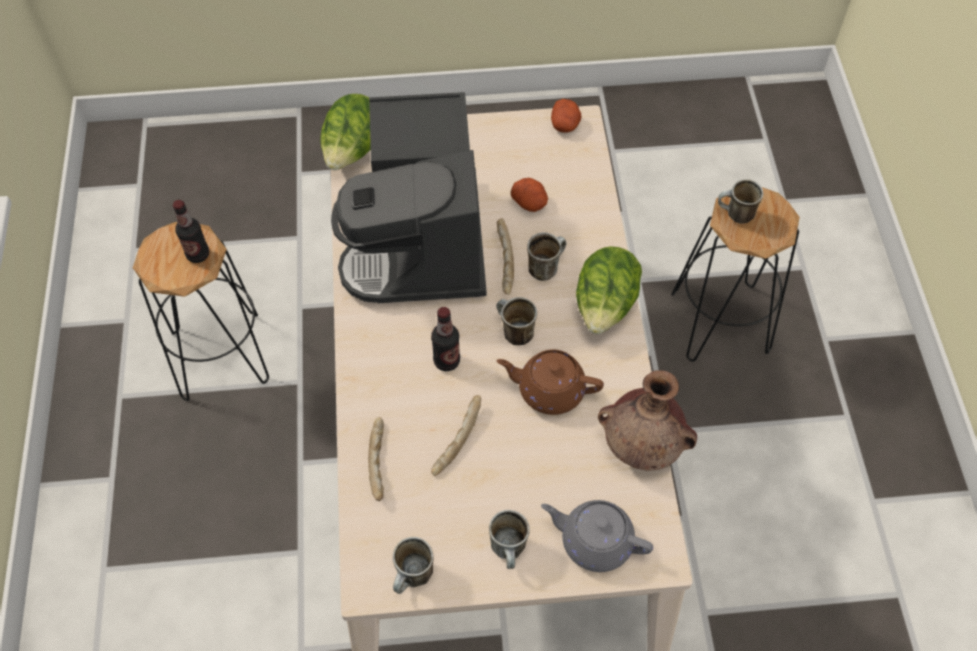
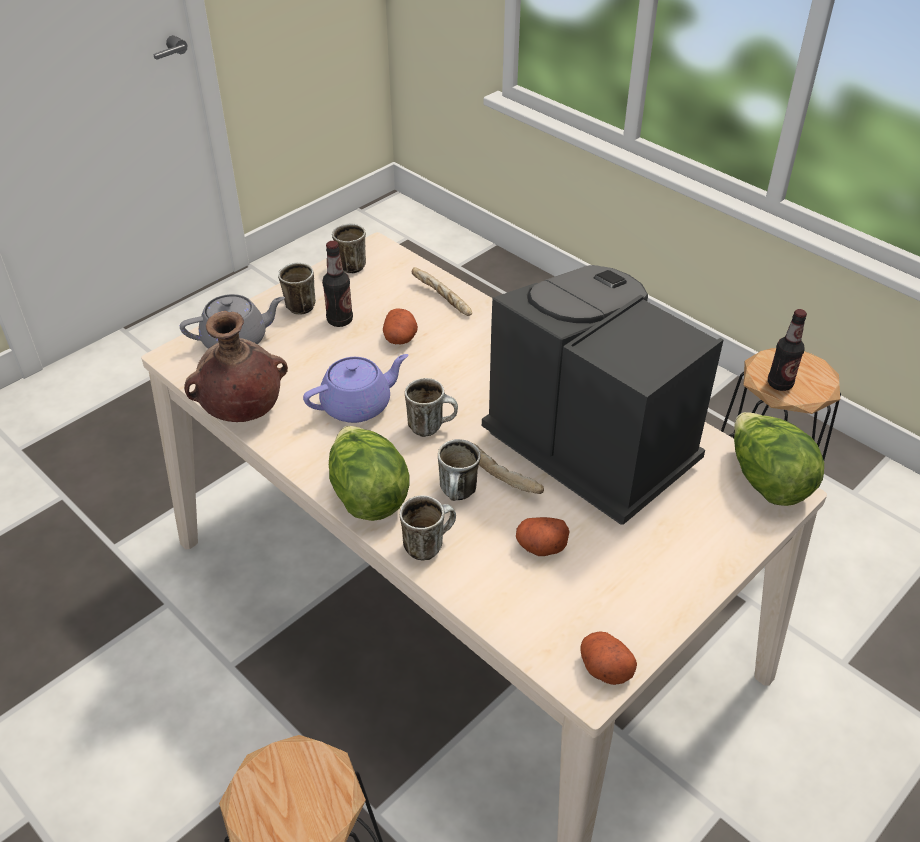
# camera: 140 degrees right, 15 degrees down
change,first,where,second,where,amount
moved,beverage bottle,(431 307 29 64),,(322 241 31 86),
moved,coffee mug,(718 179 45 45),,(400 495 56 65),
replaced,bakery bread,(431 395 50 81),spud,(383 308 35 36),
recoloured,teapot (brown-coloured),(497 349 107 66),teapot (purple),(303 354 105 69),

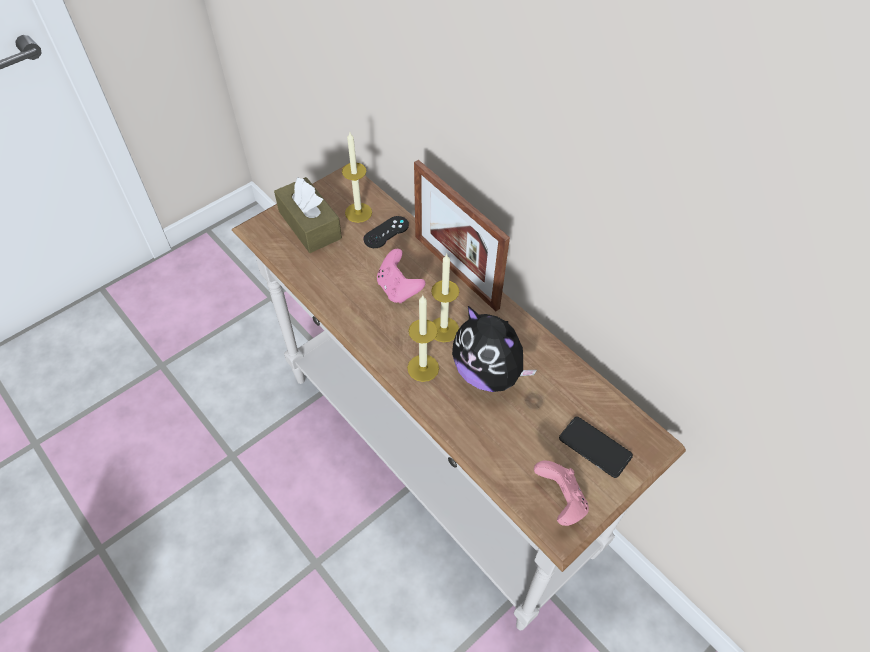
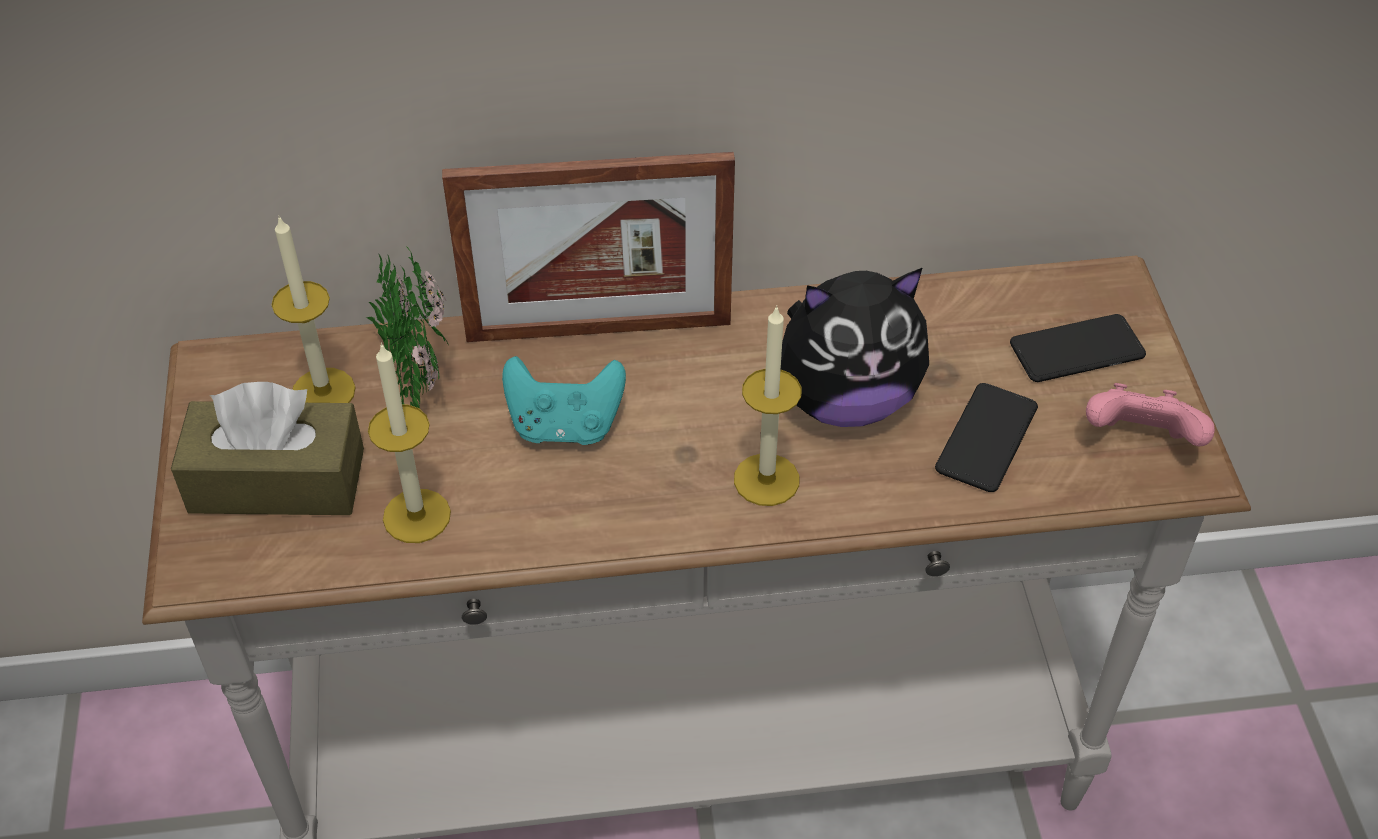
# camera: 55 degrees left, 5 degrees down
change,first,where,second,where,amount
added,,,phone,(935 383 103 109),
moved,wax light,(431 254 28 88),,(368 342 83 201),
replaced,joypad (black-coloured),(363 216 46 32),houseplant,(366 247 82 162),
recoloured,joypad (pink-coloured),(377 249 49 54),joypad (blue-green),(502 356 124 89),

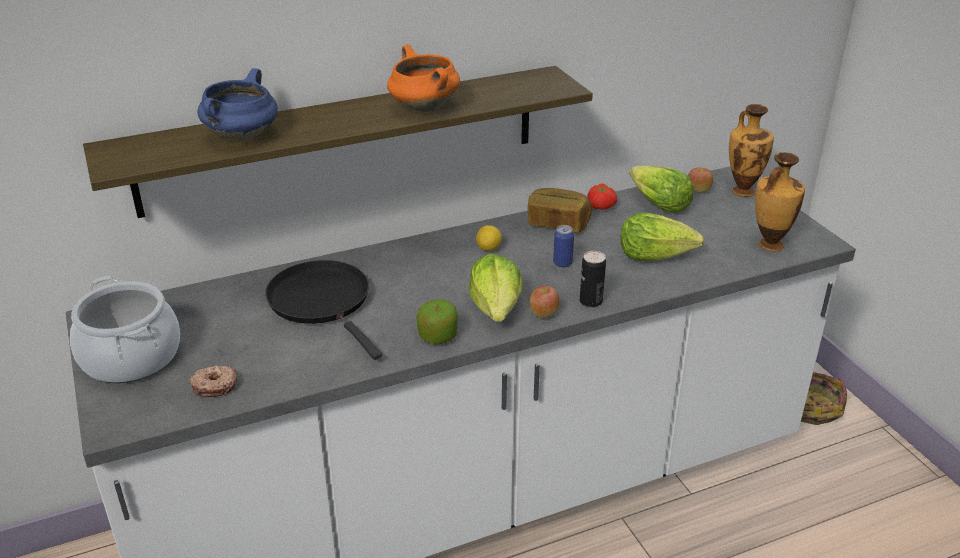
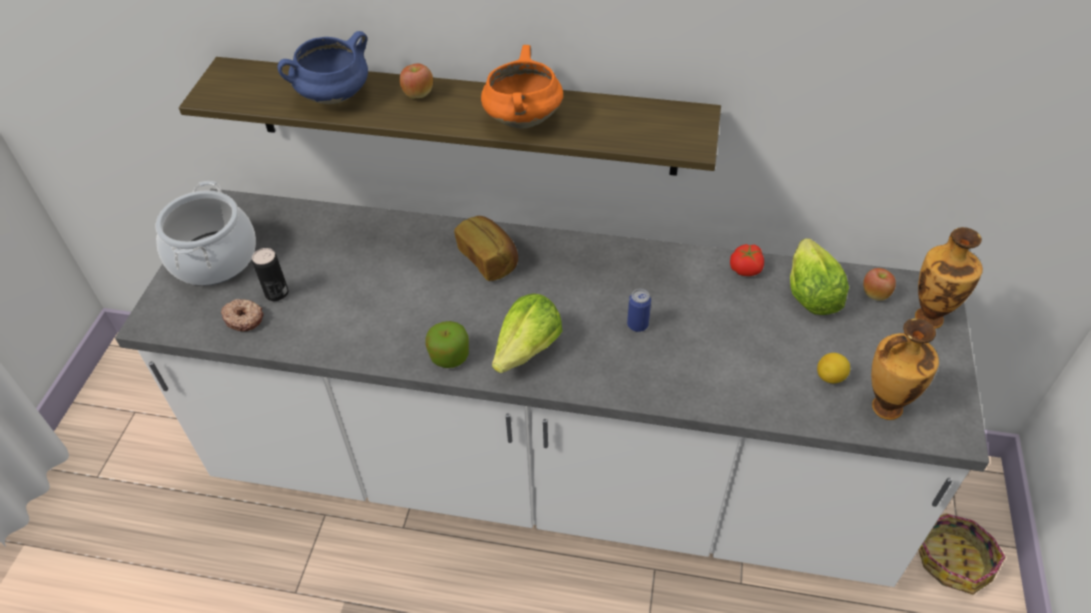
# camera: 35 degrees right, 15 degrees up
change,first,where,second,where,amount
removed,pan (black-coloured),(265 260 117 100),,,
removed,lettuce,(621 212 83 49),,,
moved,lemon,(476 225 26 26),,(817 353 33 30),
moved,bakery bread,(528 188 64 45),,(454 216 64 65),
moved,apple fruit,(530 286 29 32),,(399 63 34 35),
moved,metal can,(580 251 26 56),,(252 248 36 53),

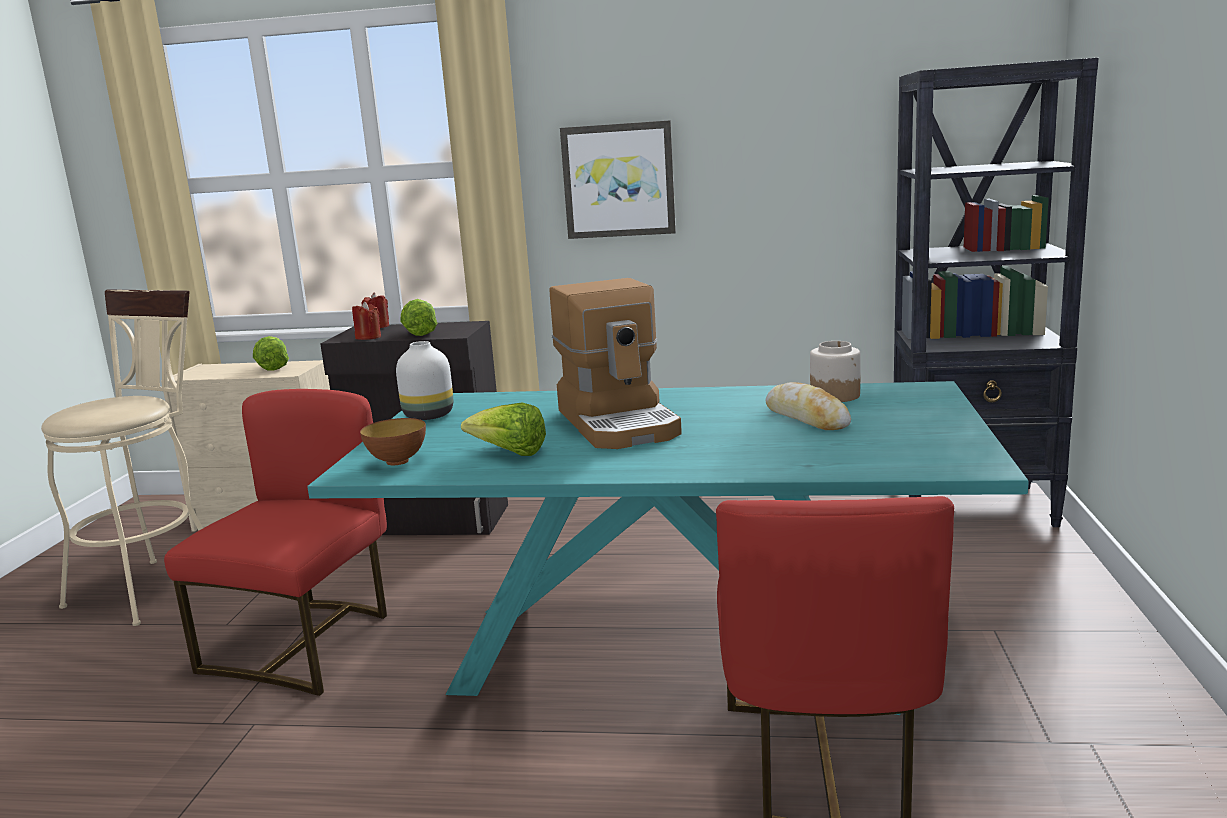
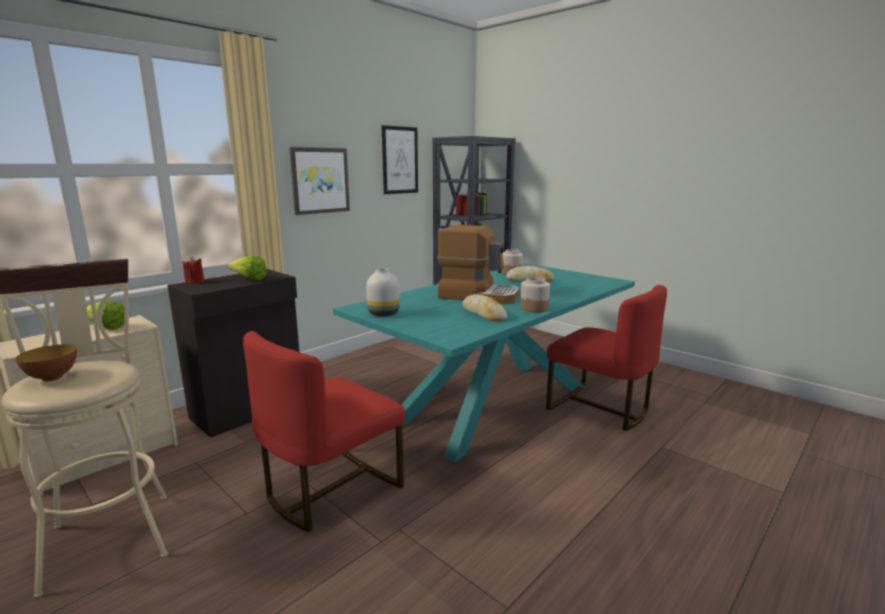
# camera: 55 degrees left, 0 degrees up
change,first,where,second,where,amount
removed,wax light (reddish),(352 301 29 39),,,
added,,,picture,(382 125 36 69),
added,,,storage jar,(520 277 30 36),
moved,serving bowl,(360 418 66 47),,(16 345 61 37),
replaced,lettuce,(461 402 85 54),bakery bread,(463 294 44 28),
turned,upright chair (reddish),(164 389 223 307),,(243 331 162 201),105 degrees counterclockwise

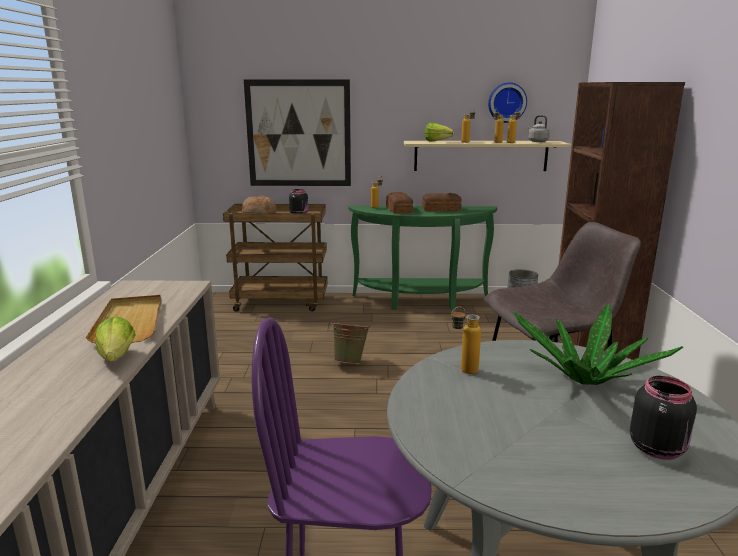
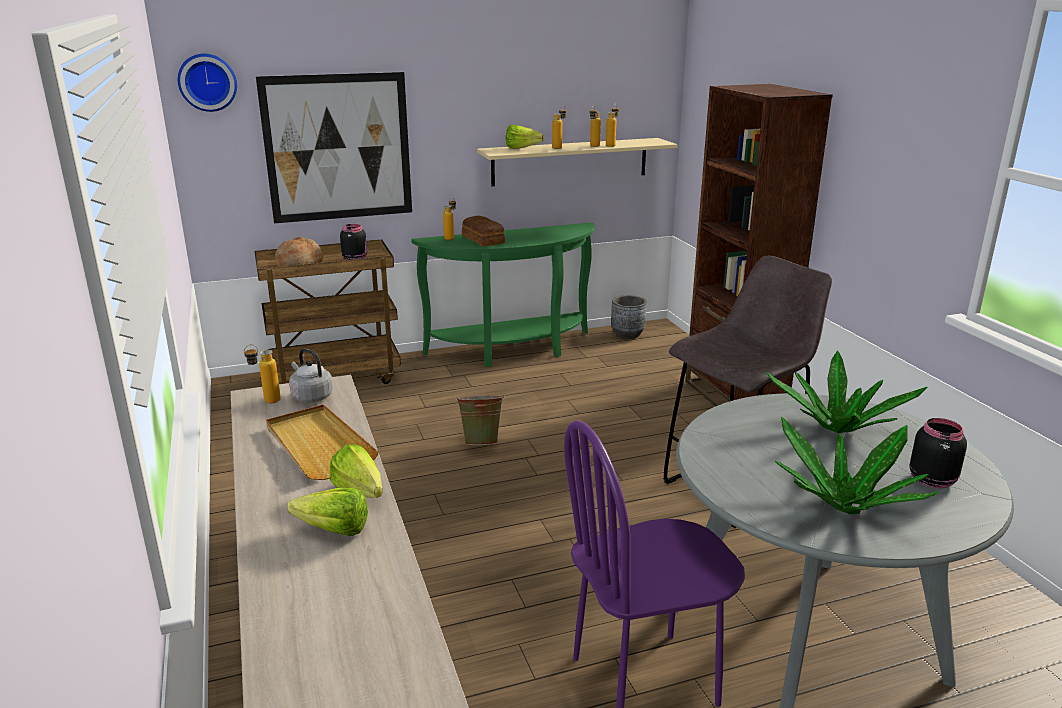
# camera: 20 degrees left, 5 degrees up
change,first,where,second,where,amount
removed,bakery bread,(422 193 40 19),,,
added,,,lettuce,(287 488 81 48),
added,,,houseplant,(775 417 164 97),
moved,beverage bottle,(451 307 30 67),,(244 344 37 59),
moved,hanging clock,(488 82 39 41),,(178 54 59 58),
moved,water kettle (greyish),(528 115 22 27),,(289 348 44 55),

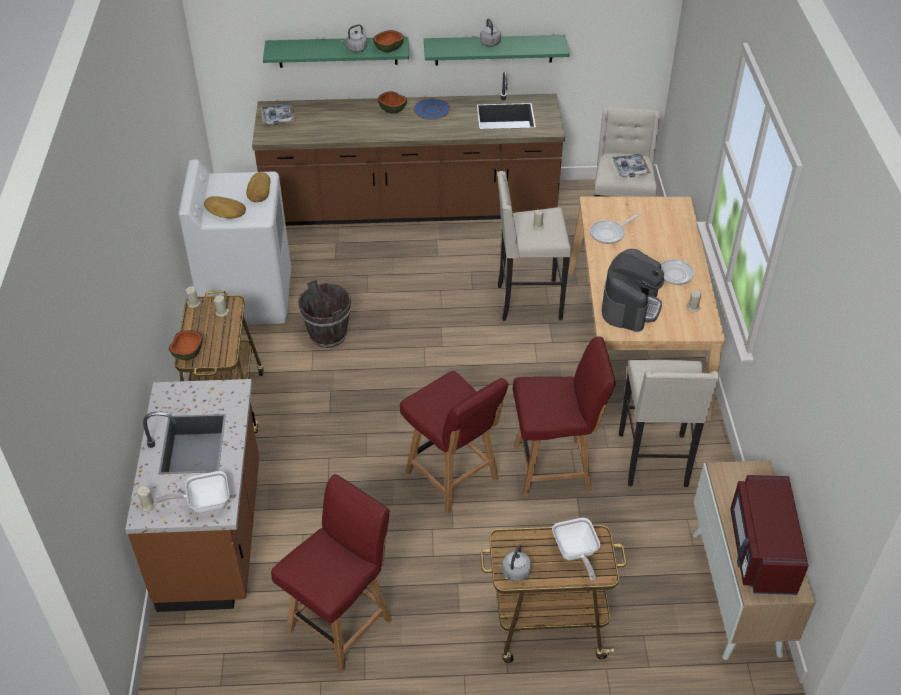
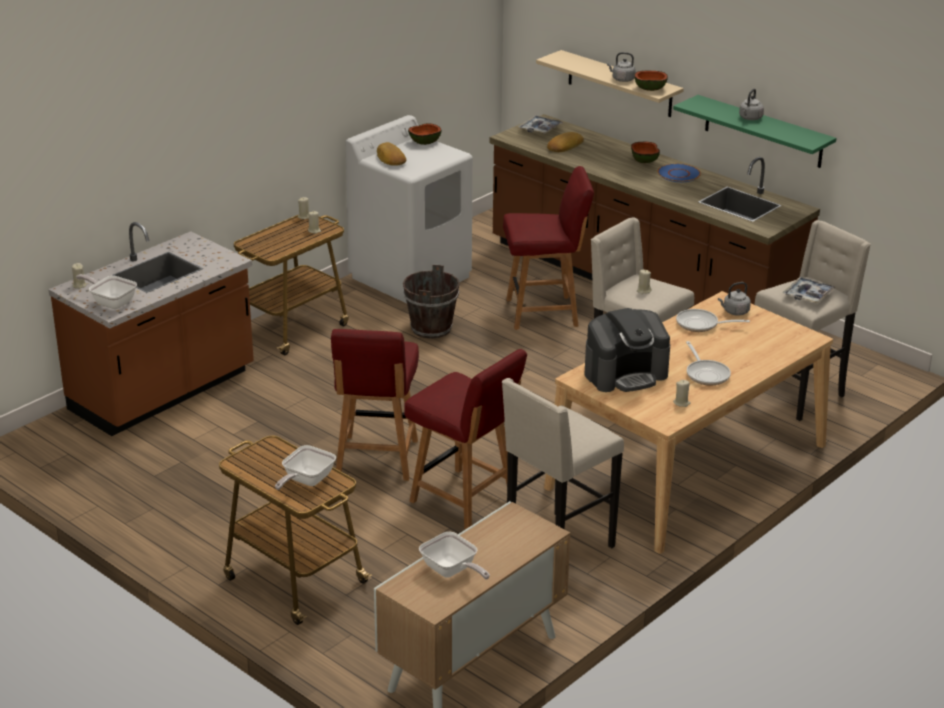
# camera: 45 degrees right, 15 degrees down
change,first,where,second,where,amount
moved,serving bowl,(169 330 33 30),,(408 123 34 22),
moved,bakery bread,(246 172 24 30),,(547 132 37 20),
moved,upright chair (reddish),(271 474 121 199),,(503 166 91 164),
moved,water kettle (greyish),(502 545 30 36),,(718 282 33 34),
replaced,microwave oven (reddish),(730 475 79 120),pan,(419 532 71 47),
recoloured,bracket shelf (green),(263 37 146 31),bracket shelf (beige),(536 50 148 67),

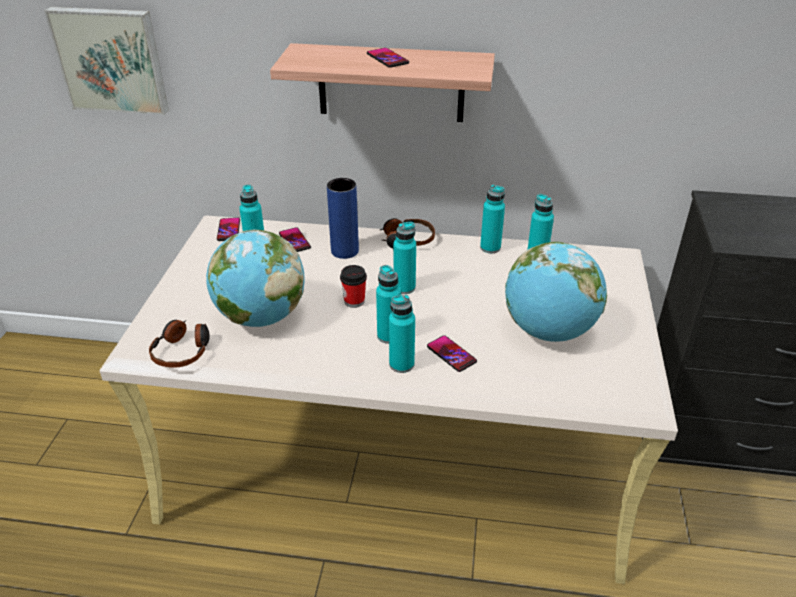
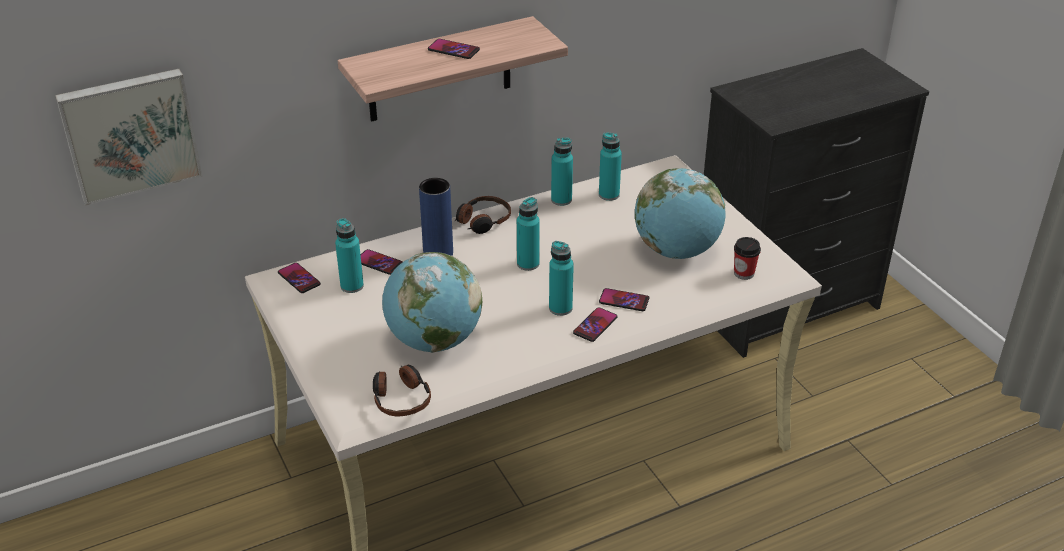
# camera: 35 degrees left, 0 degrees up
change,first,where,second,where,amount
moved,drinking cup,(340 265 27 43),,(734 237 27 43),
replaced,beverage bottle (blue-green),(389 295 26 78),phone,(573 307 44 35),

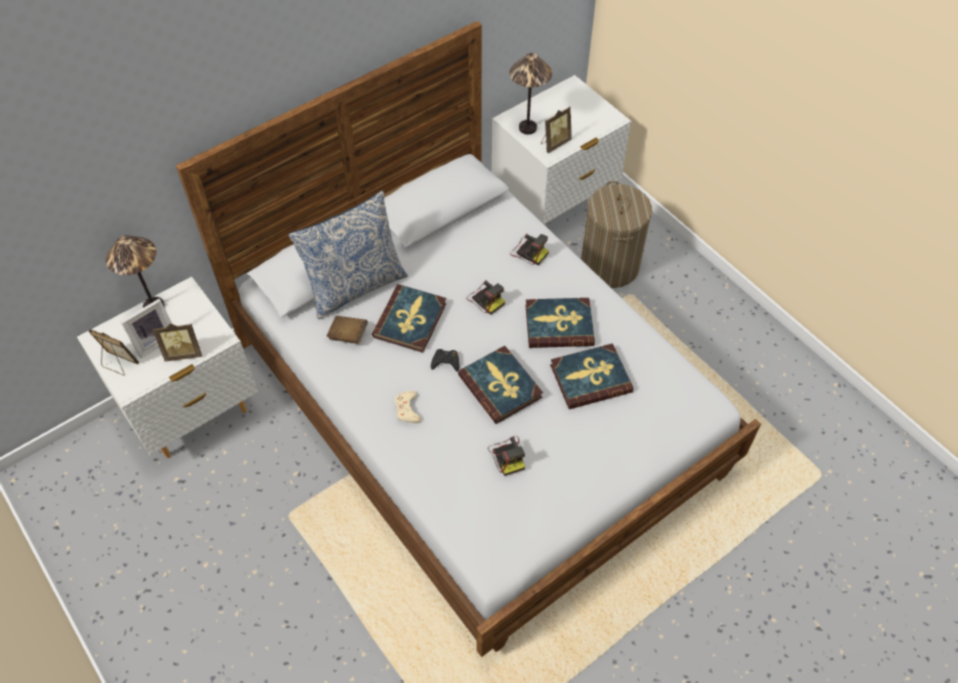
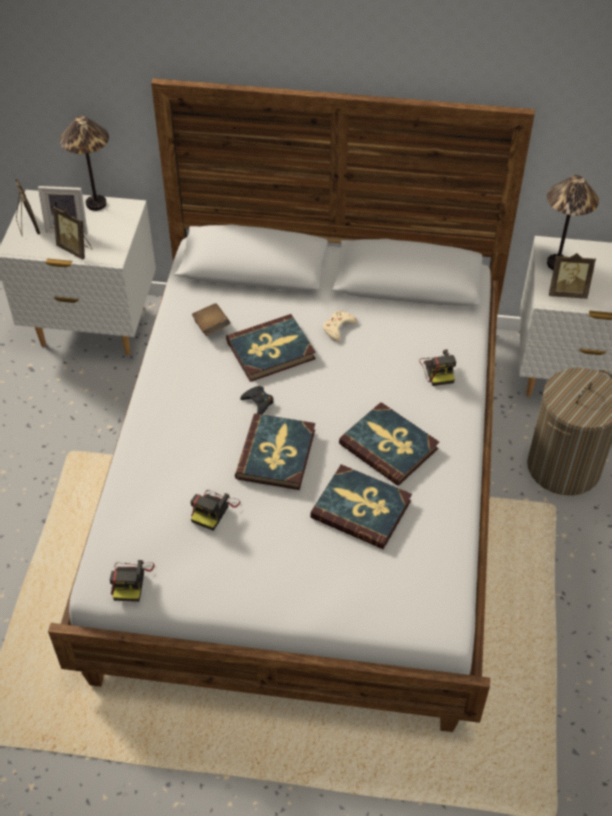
# camera: 45 degrees right, 5 degrees down
change,first,where,second,where,amount
removed,cushion,(288 190 120 129),,,
moved,joypad (beige),(395 391 26 32),,(323 311 34 31),
moved,still camera,(466 280 39 35),,(110 560 44 42),

